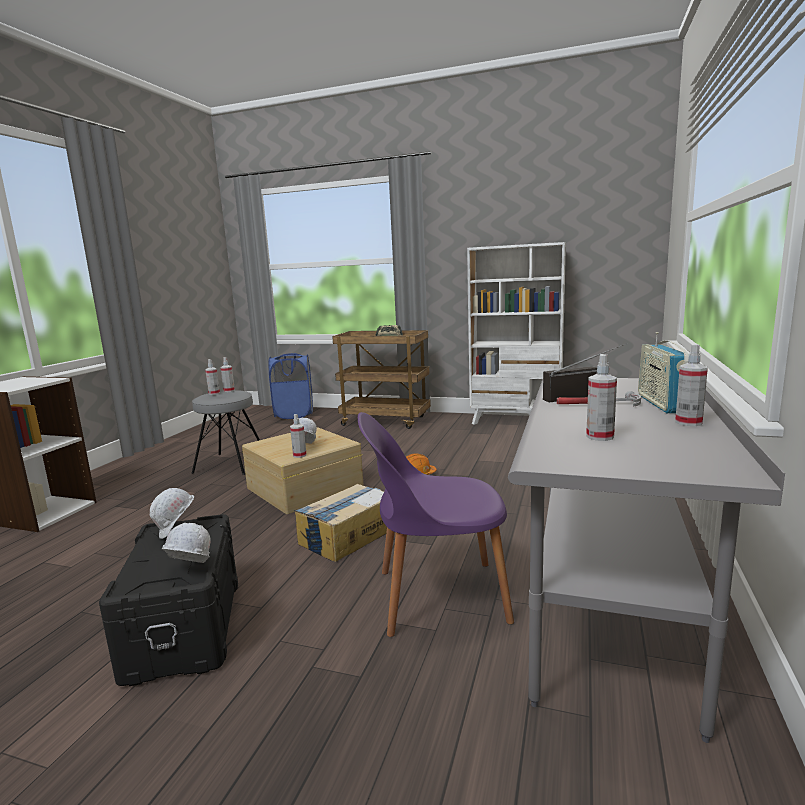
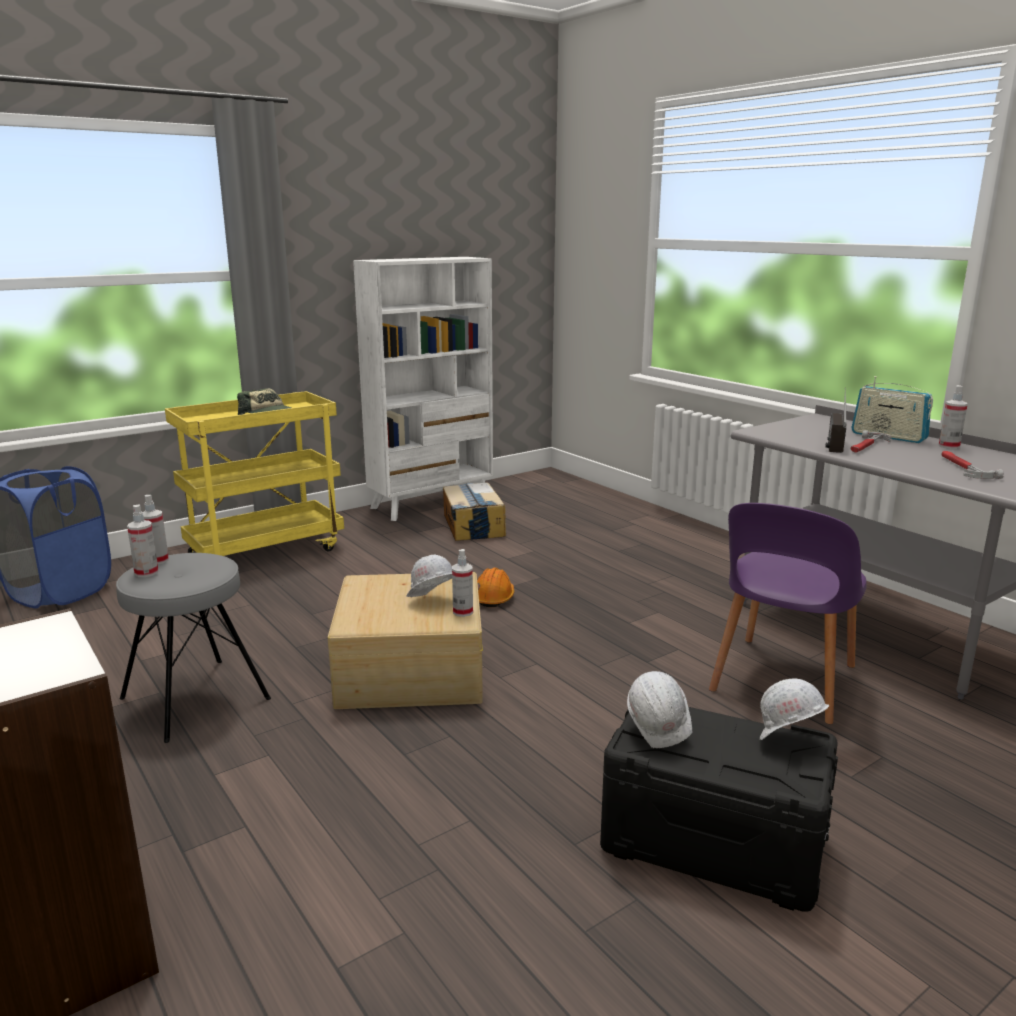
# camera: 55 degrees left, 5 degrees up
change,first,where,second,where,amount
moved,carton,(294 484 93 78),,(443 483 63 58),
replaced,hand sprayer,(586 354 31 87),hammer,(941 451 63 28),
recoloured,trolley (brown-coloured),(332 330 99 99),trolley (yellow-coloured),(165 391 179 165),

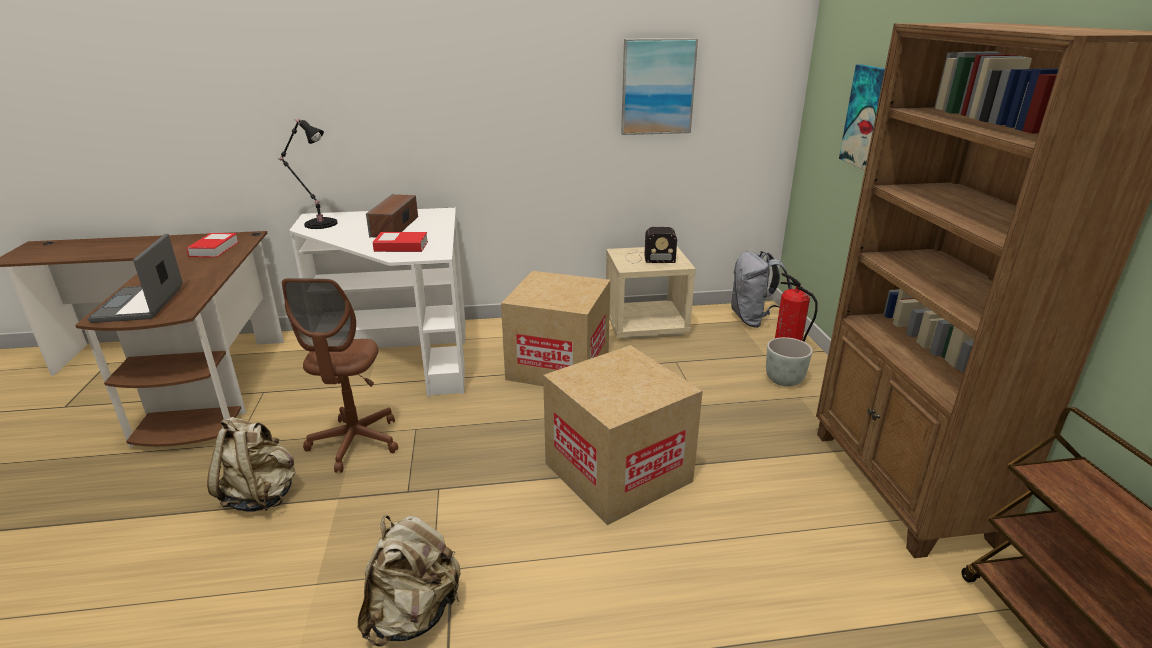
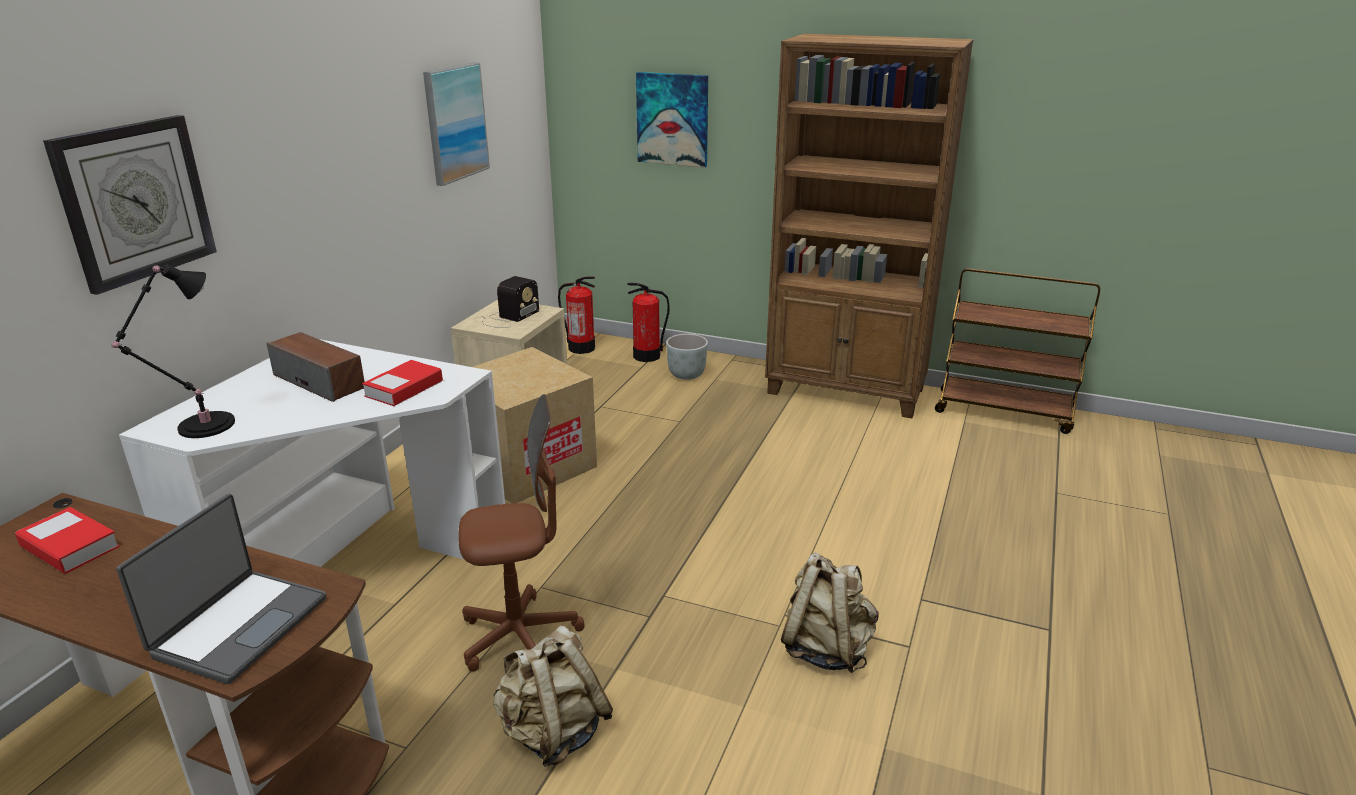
# camera: 60 degrees left, 0 degrees up
change,first,where,second,where,amount
removed,carton,(543 345 160 180),,,
added,,,hanging clock,(43 115 174 180),
replaced,backpack (greyish),(731 251 61 77),extinguisher,(558 276 37 78),
turned,portable computer,(88 234 95 89),,(116 494 211 190),90 degrees counterclockwise
turned,office chair (brown-coloured),(282 278 116 195),,(458 394 127 278),45 degrees counterclockwise

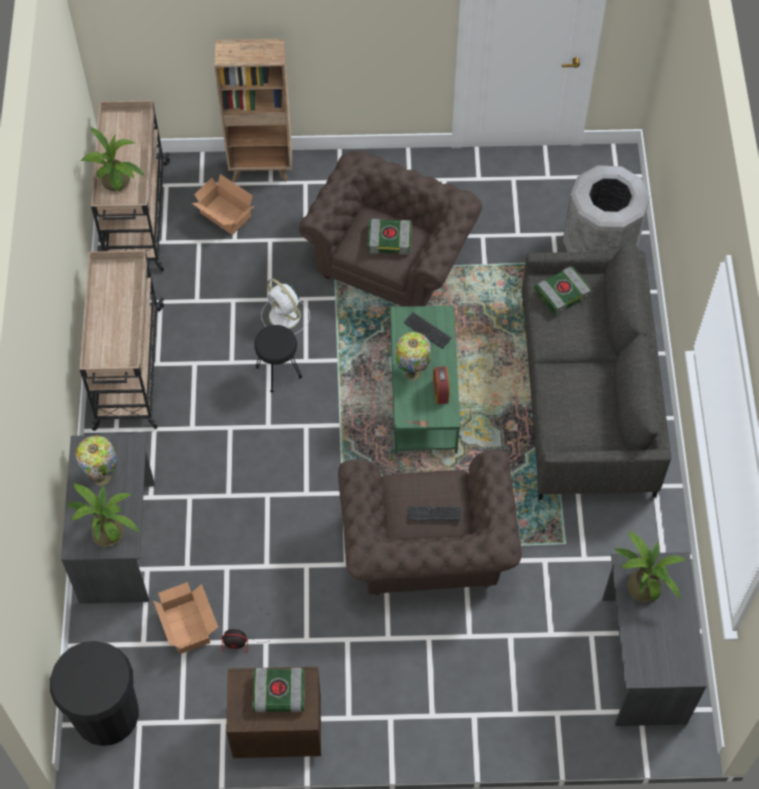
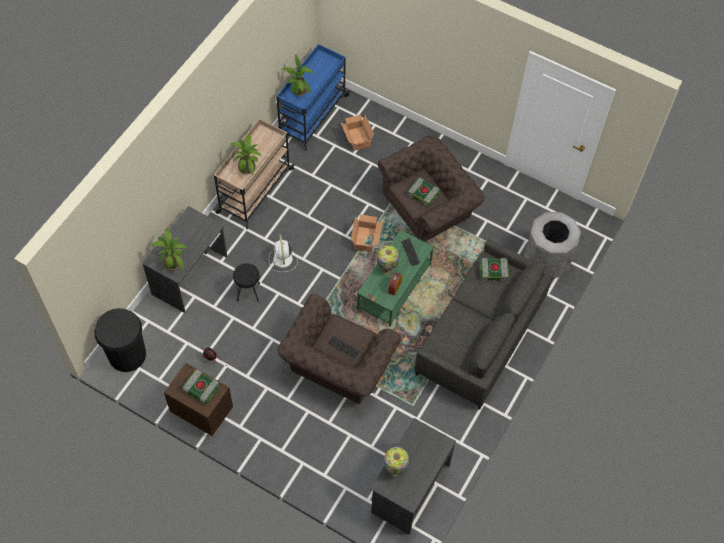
# camera: 30 degrees right, 0 degrees up
change,first,where,second,where,amount
removed,shelving unit (brown-coloured),(215 39 77 144),,,
moved,table lamp,(76 436 41 50),,(384 447 25 29),
moved,carton,(153 582 65 72),,(351 215 32 37),
moved,stool (black-coloured),(254 325 48 67),,(233 263 27 39),
moved,electric fan (white-coloured),(261 279 49 55),,(269 235 29 37),
moved,houseplant,(615 530 71 72),,(231 133 30 42),
recoloured,trolley (beige),(91 100 79 171),trolley (blue-coloured),(276 44 74 107),

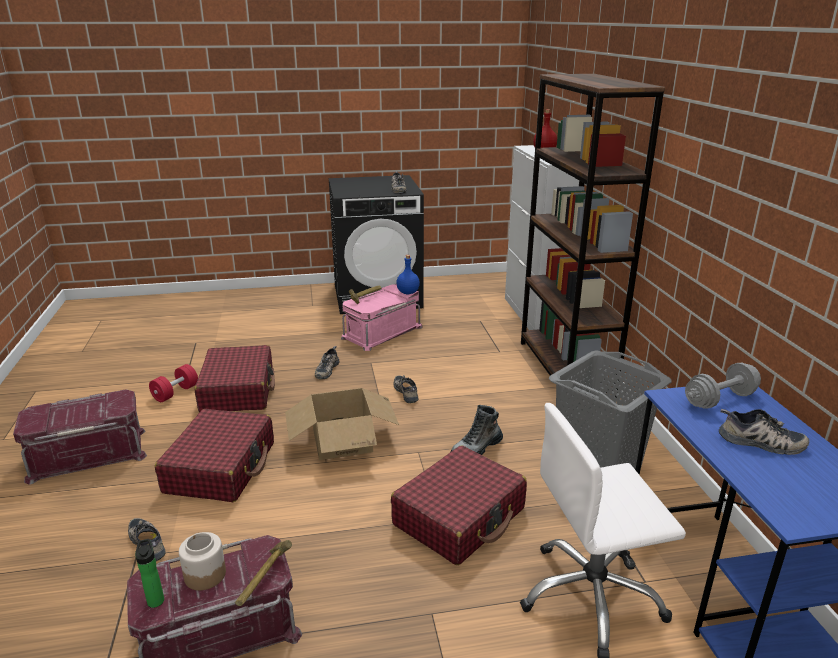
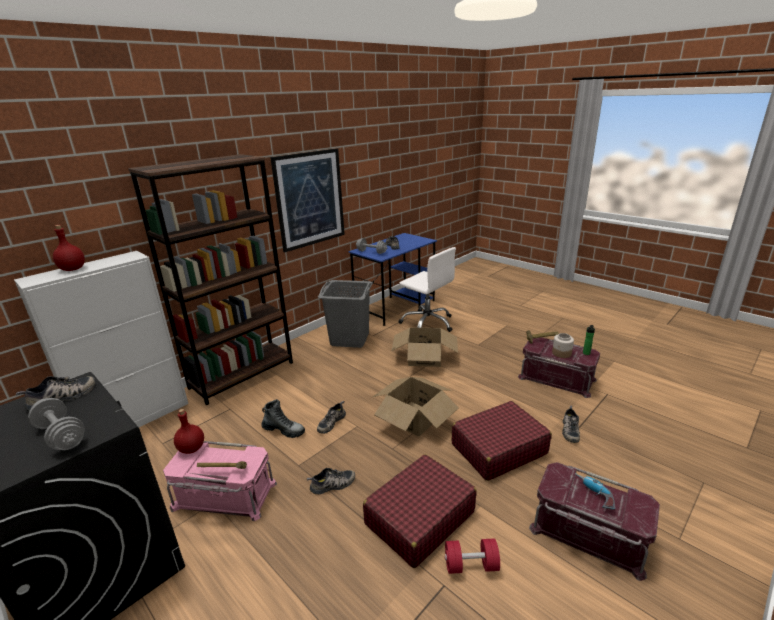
# camera: 125 degrees left, 0 degrees up
change,first,where,second,where,amount
added,,,dumbbell (greyish),(28 398 57 52),
added,,,picture,(270 148 75 104),
added,,,electric drill,(575 473 40 37),
moved,tall boot,(451 405 52 50),,(261 399 44 39),
replaced,travel case (reddish),(391 445 136 120),carton,(392 328 66 39),
recoloured,beverage bottle (blue-coloured),(396 255 24 39),beverage bottle (reddish),(174 409 30 45),

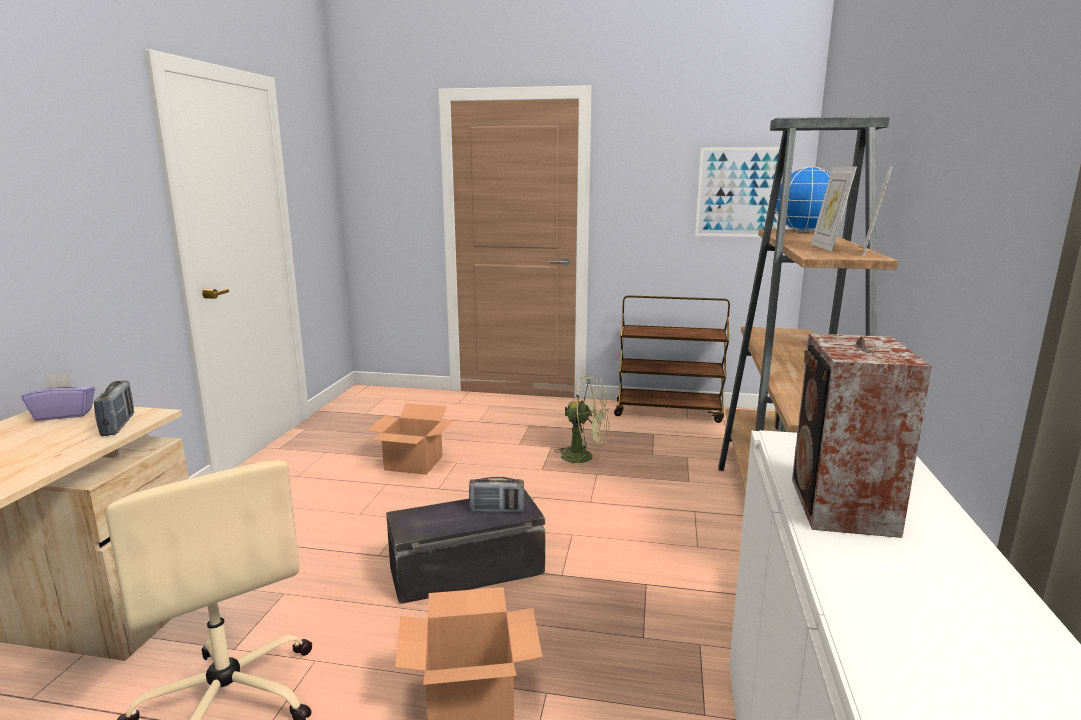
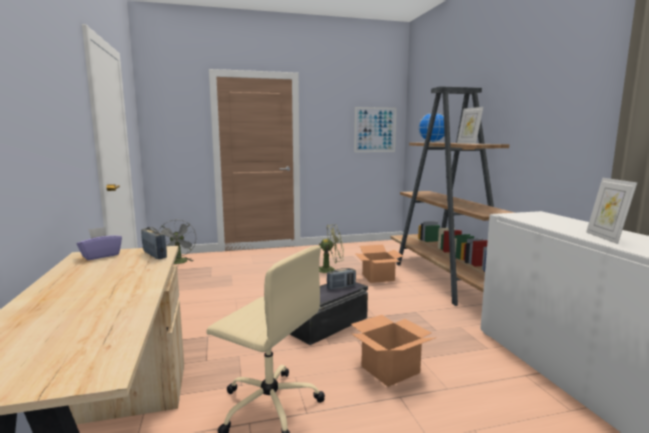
# camera: 25 degrees left, 5 degrees down
change,first,where,second,where,amount
removed,trolley (brown-coloured),(614 295 116 128),,,
removed,loudspeaker,(792 333 140 205),,,
added,,,electric fan (greyish),(159 219 37 45),
moved,carton,(368 403 86 72),,(355 245 48 38),
moved,standing frame,(863 166 30 91),,(586 178 51 66),

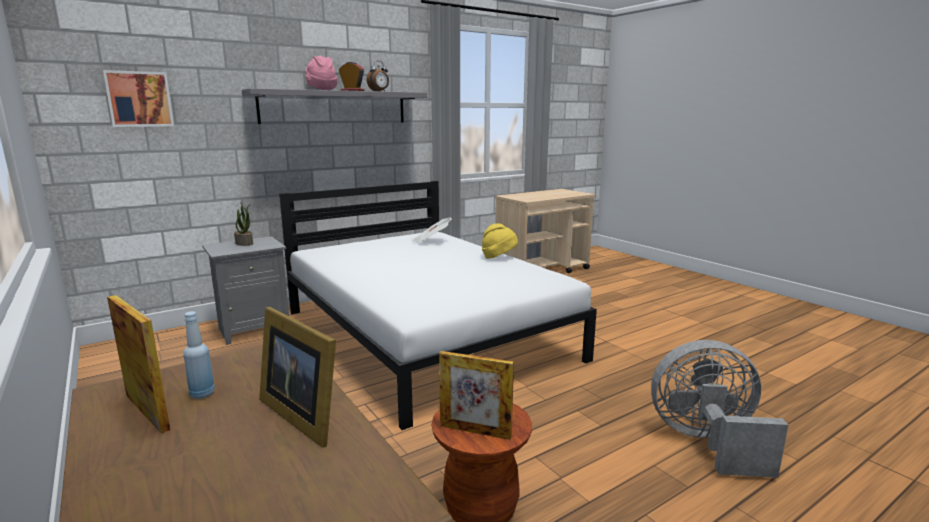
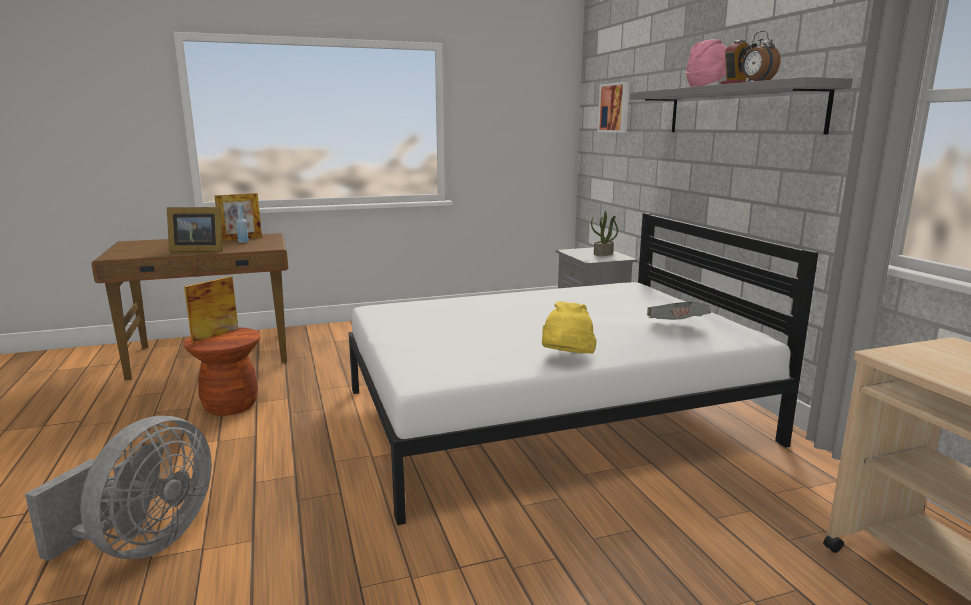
# camera: 105 degrees right, 0 degrees up
change,first,where,second,where,amount
turned,standing frame,(259 307 77 141),,(167 207 56 45),150 degrees counterclockwise

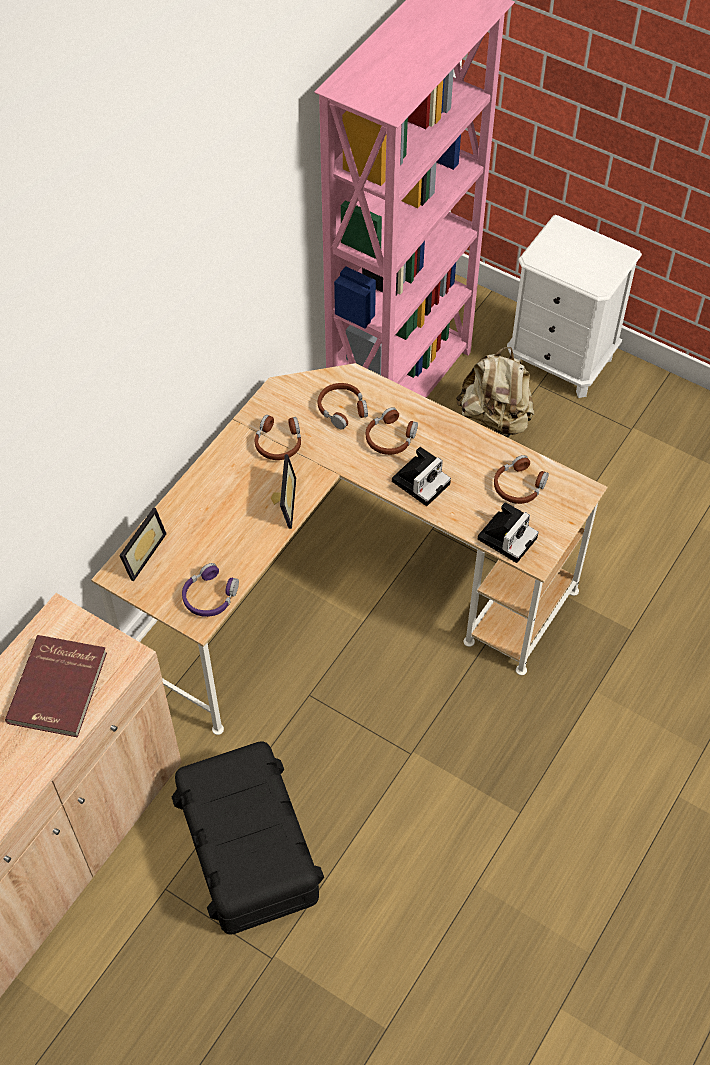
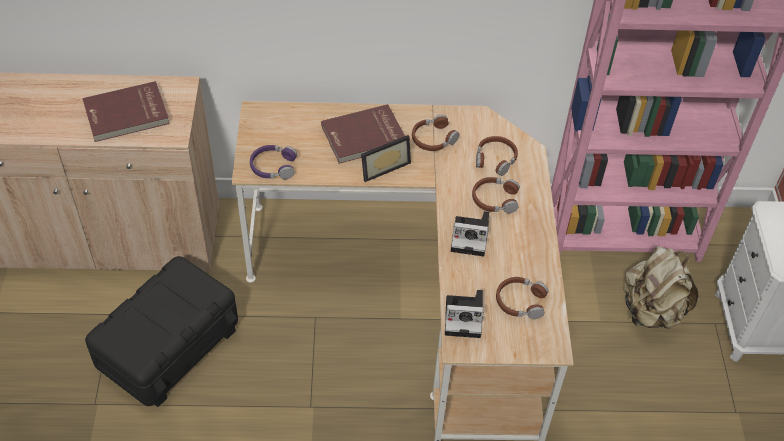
# camera: 55 degrees right, 5 degrees down
change,first,where,second,where,amount
removed,standing frame,(119 508 47 73),,,
added,,,volume (reddish),(321 104 84 60),

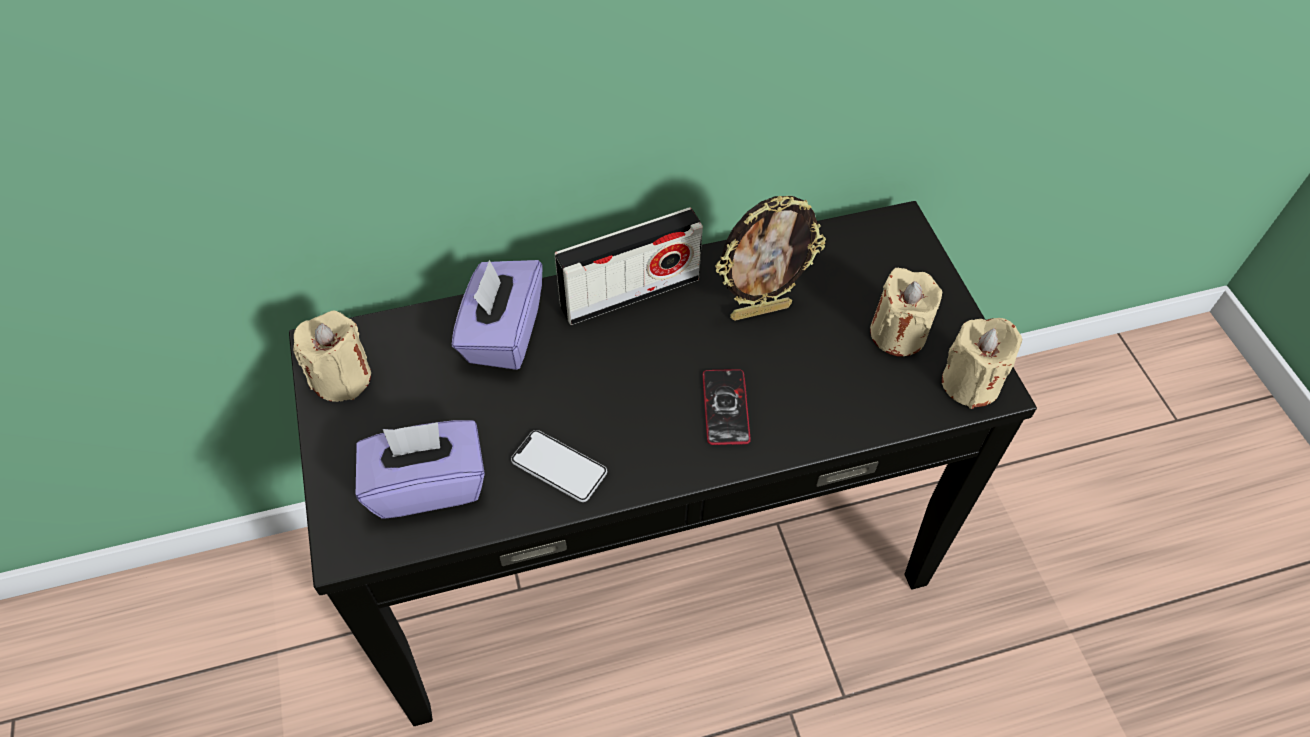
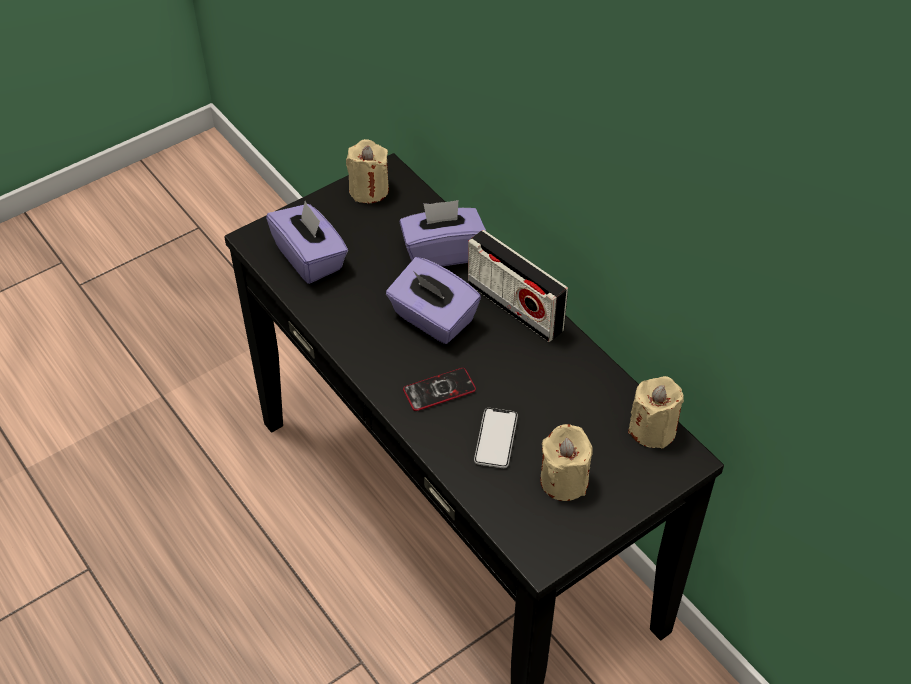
# camera: 70 degrees right, 5 degrees down
change,first,where,second,where,amount
removed,standing frame,(715 195 111 126),,,
added,,,tissue holder (purple),(386 257 95 87),
moved,phone,(511 430 96 72),,(474 408 44 60),
moved,wax light (beige),(942 318 81 91),,(628 376 56 73),

